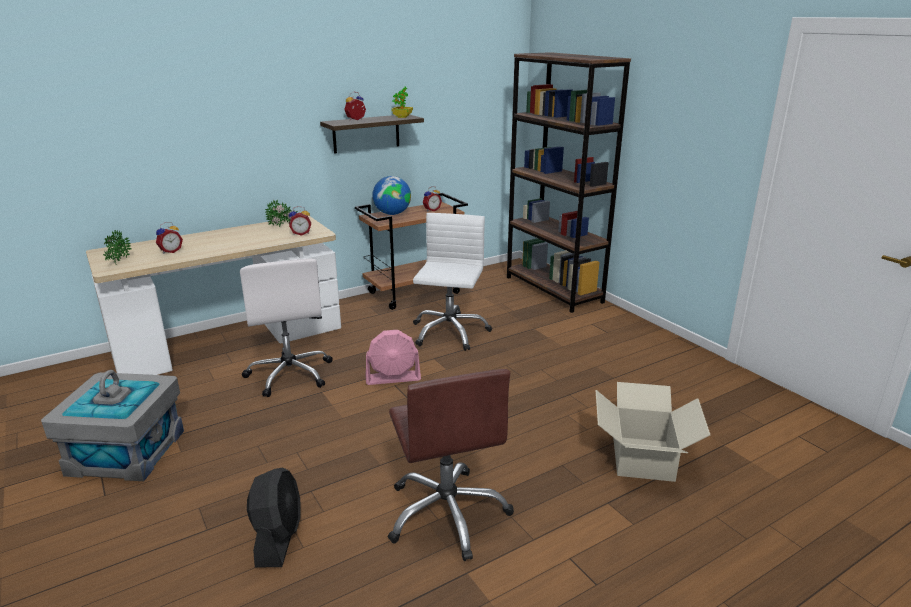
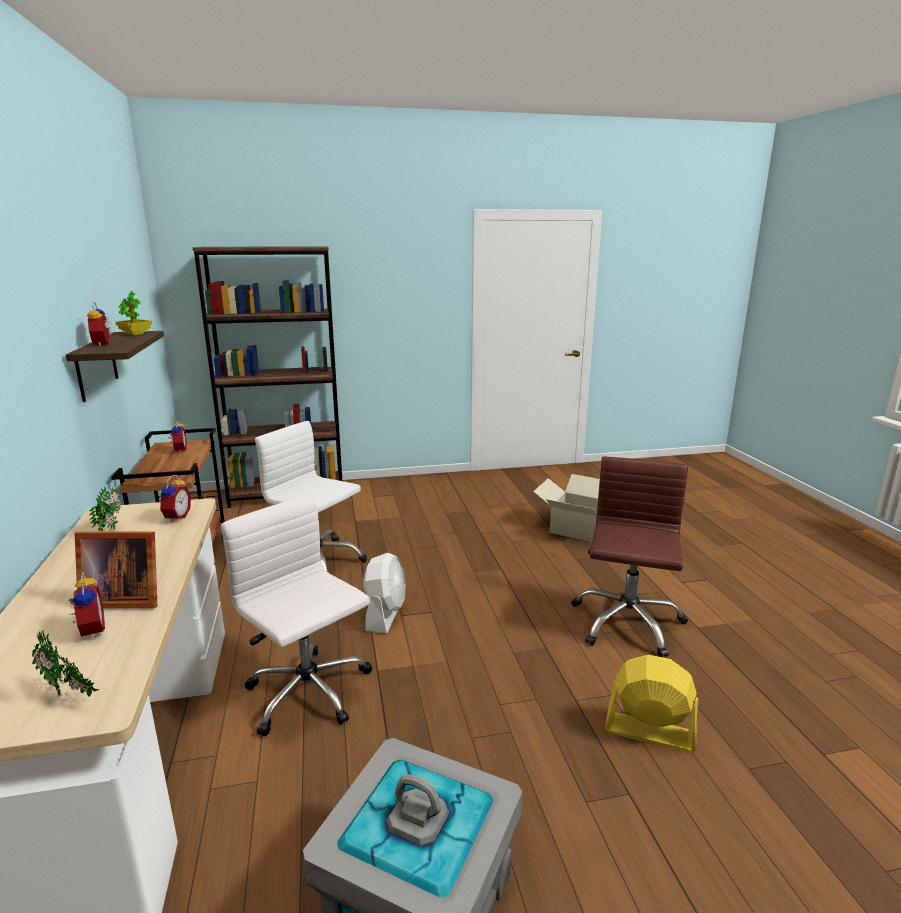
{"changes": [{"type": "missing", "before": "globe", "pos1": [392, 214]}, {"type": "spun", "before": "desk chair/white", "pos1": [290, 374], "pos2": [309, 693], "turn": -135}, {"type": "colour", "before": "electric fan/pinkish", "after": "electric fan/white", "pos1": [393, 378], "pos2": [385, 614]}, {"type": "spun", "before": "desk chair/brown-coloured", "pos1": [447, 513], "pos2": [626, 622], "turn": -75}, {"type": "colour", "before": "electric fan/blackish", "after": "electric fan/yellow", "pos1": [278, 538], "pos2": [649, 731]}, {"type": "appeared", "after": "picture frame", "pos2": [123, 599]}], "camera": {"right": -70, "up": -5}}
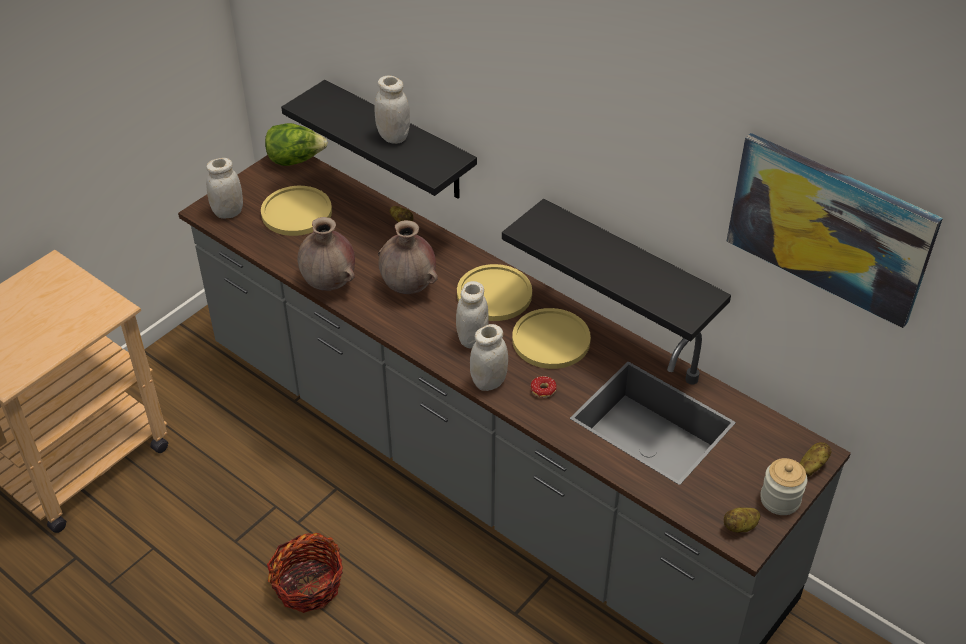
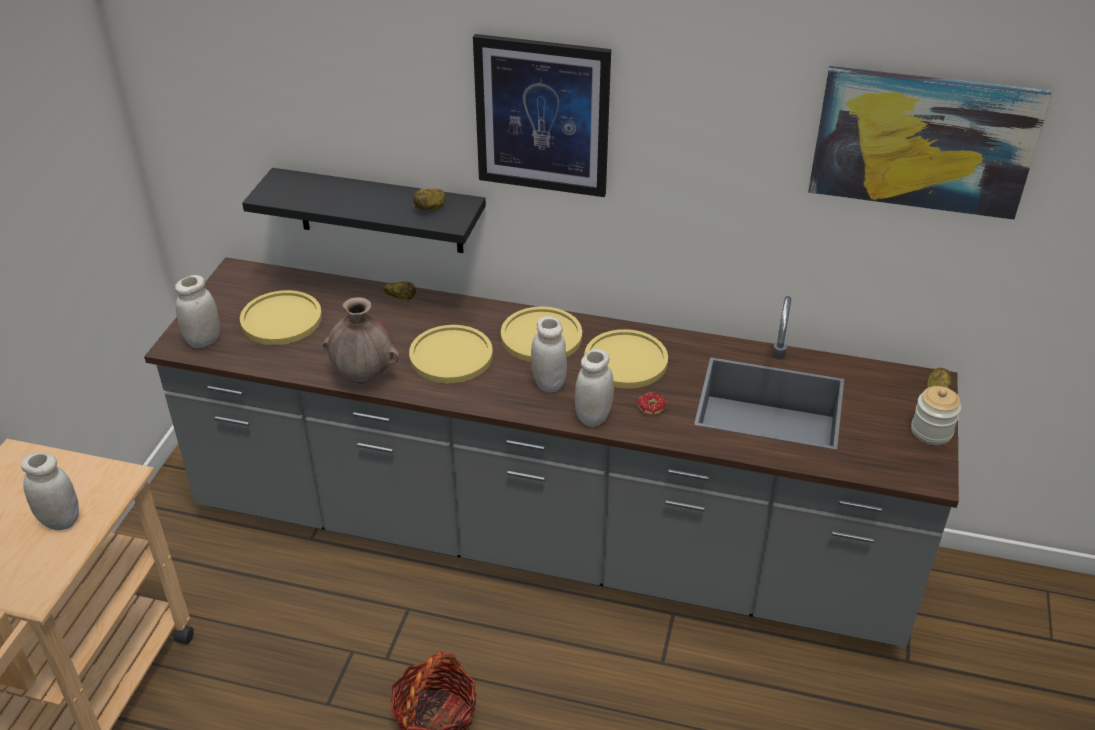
{"changes": [{"type": "relocated", "before": "storage jar/white", "pos1": [393, 137], "pos2": [60, 520]}, {"type": "missing", "before": "lettuce", "pos1": [295, 160]}, {"type": "missing", "before": "shelf/blackish", "pos1": [630, 270]}, {"type": "exchanged", "before": "flower vase/brown-coloured", "after": "plate/yellow", "pos1": [409, 288], "pos2": [451, 356]}, {"type": "relocated", "before": "spud", "pos1": [740, 527], "pos2": [430, 208]}, {"type": "appeared", "after": "picture", "pos2": [542, 116]}], "camera": {"right": -25, "up": -5}}
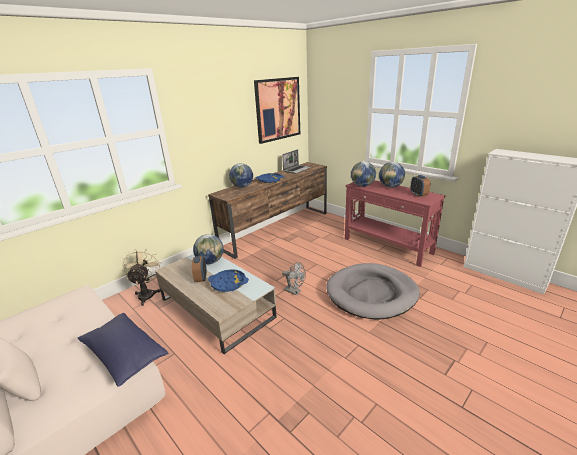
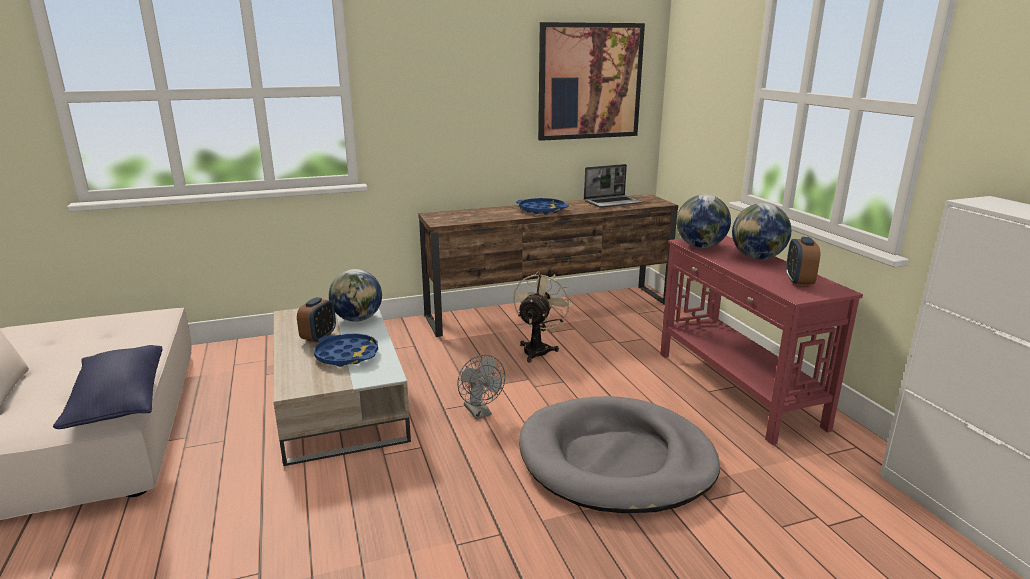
{"changes": [{"type": "missing", "before": "globe", "pos1": [242, 187]}, {"type": "relocated", "before": "electric fan/beige", "pos1": [147, 294], "pos2": [538, 349]}], "camera": {"right": 25, "up": -5}}
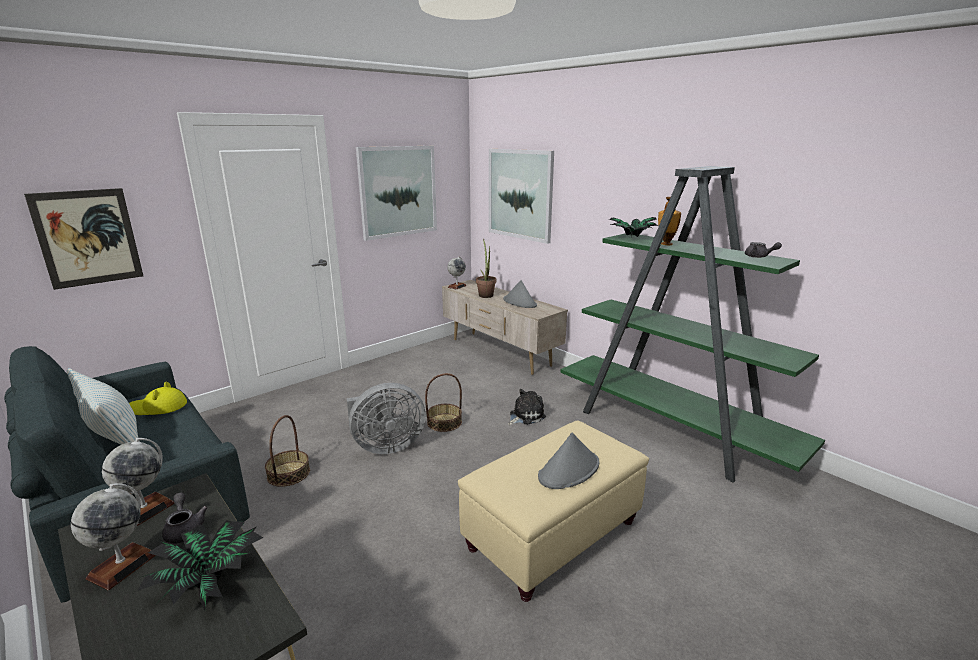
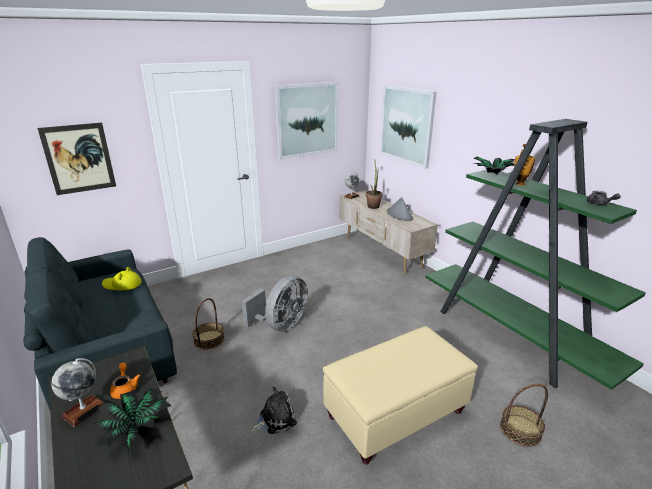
{"changes": [{"type": "missing", "before": "pillow", "pos1": [112, 436]}, {"type": "relocated", "before": "household basket", "pos1": [444, 422], "pos2": [520, 430]}, {"type": "spun", "before": "electric fan/grey", "pos1": [385, 446], "pos2": [281, 325], "turn": -45}, {"type": "relocated", "before": "soft toy", "pos1": [525, 416], "pos2": [275, 418]}, {"type": "missing", "before": "hat/grey", "pos1": [569, 470]}, {"type": "missing", "before": "globe", "pos1": [145, 510]}, {"type": "colour", "before": "teapot/grey", "after": "teapot/orange-coloured", "pos1": [185, 529], "pos2": [125, 388]}], "camera": {"right": 10, "up": 5}}
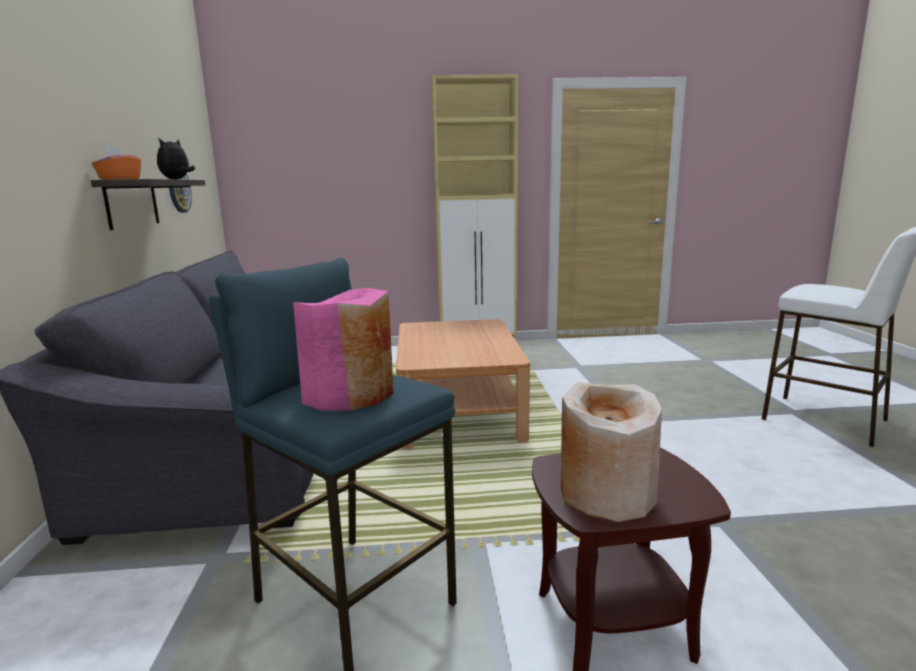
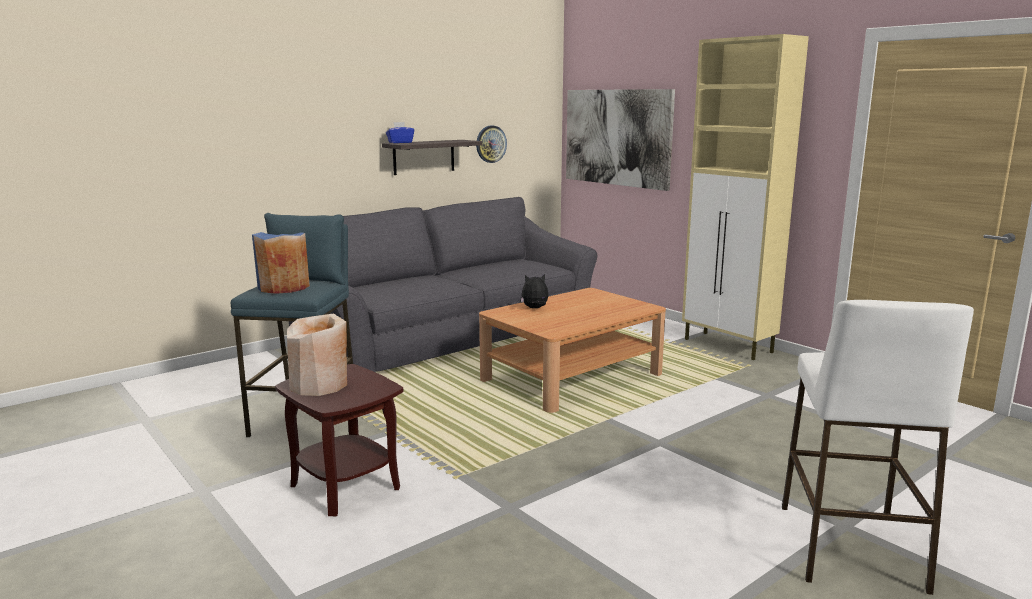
{"changes": [{"type": "relocated", "before": "soft toy", "pos1": [177, 179], "pos2": [535, 308]}, {"type": "colour", "before": "box of tissues/orange-coloured", "after": "box of tissues/blue-coloured", "pos1": [119, 179], "pos2": [400, 142]}, {"type": "colour", "before": "flower vase/pinkish", "after": "flower vase/blue-coloured", "pos1": [349, 394], "pos2": [283, 287]}, {"type": "appeared", "after": "picture", "pos2": [617, 137]}], "camera": {"right": 55, "up": 0}}
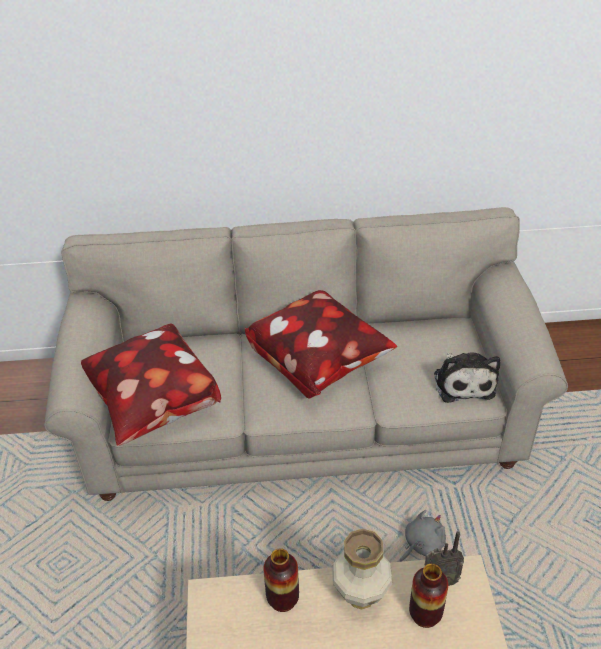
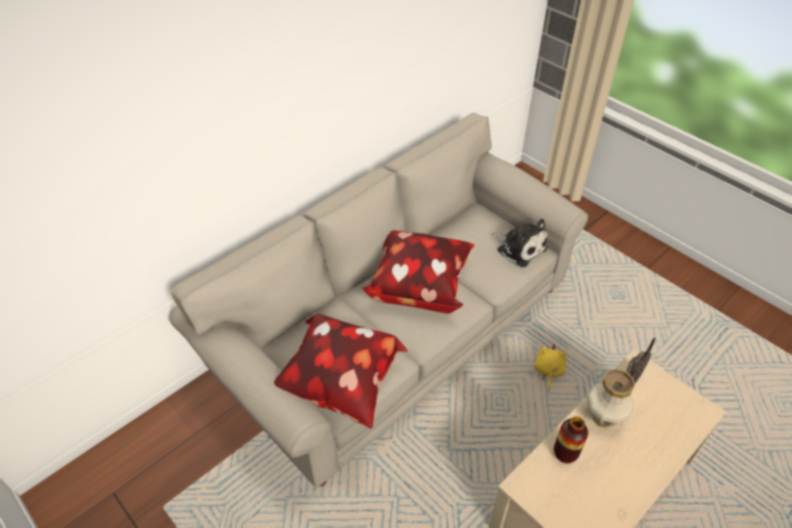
{"changes": [{"type": "colour", "before": "soft toy/grey", "after": "soft toy/yellow", "pos1": [421, 545], "pos2": [548, 371]}, {"type": "missing", "before": "flower vase", "pos1": [425, 614]}], "camera": {"right": -40, "up": 5}}
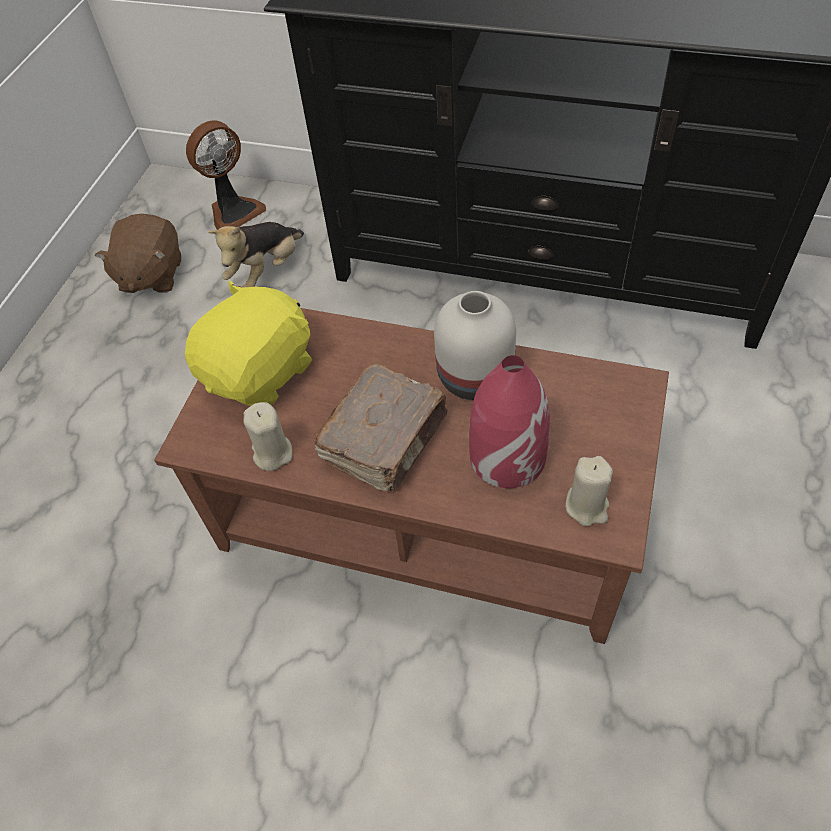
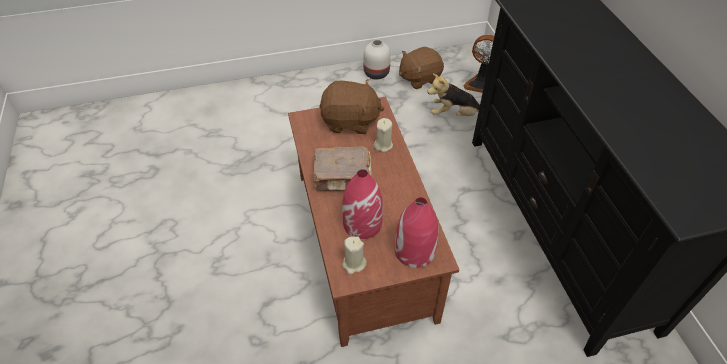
{"changes": [{"type": "colour", "before": "soft toy/yellow", "after": "soft toy/brown-coloured", "pos1": [261, 372], "pos2": [350, 121]}, {"type": "relocated", "before": "flower vase/white", "pos1": [472, 376], "pos2": [376, 73]}, {"type": "relocated", "before": "wax light/beige", "pos1": [272, 453], "pos2": [383, 145]}, {"type": "appeared", "after": "flower vase/red-coloured", "pos2": [414, 251]}], "camera": {"right": 55, "up": -5}}
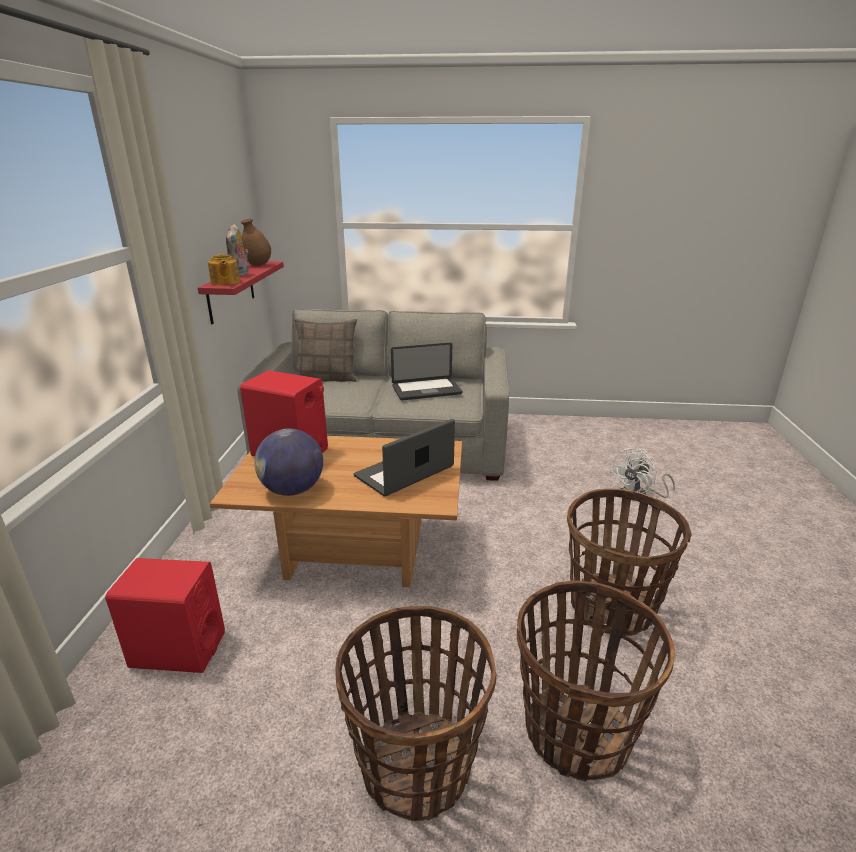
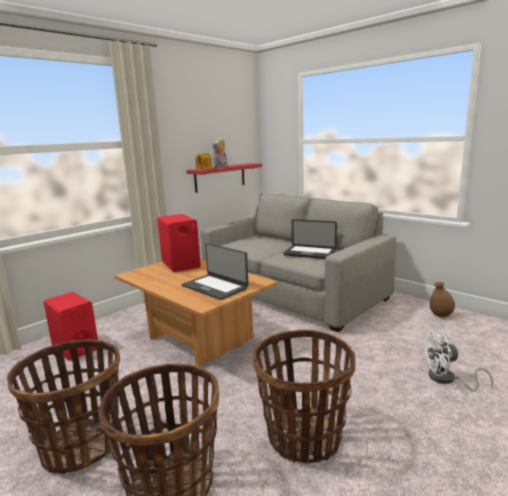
{"changes": [{"type": "relocated", "before": "flower vase/brown-coloured", "pos1": [258, 265], "pos2": [440, 315]}, {"type": "missing", "before": "pillow", "pos1": [327, 378]}, {"type": "spun", "before": "portable computer", "pos1": [405, 472], "pos2": [215, 287], "turn": -135}, {"type": "missing", "before": "globe", "pos1": [292, 490]}], "camera": {"right": 40, "up": -10}}
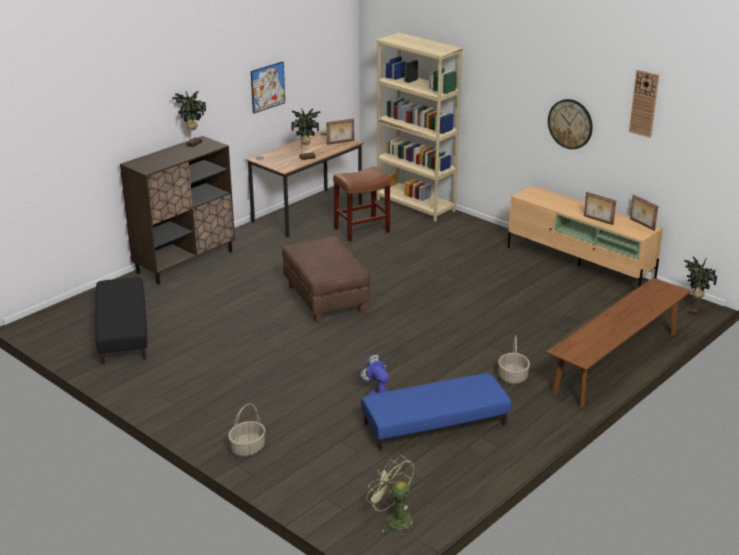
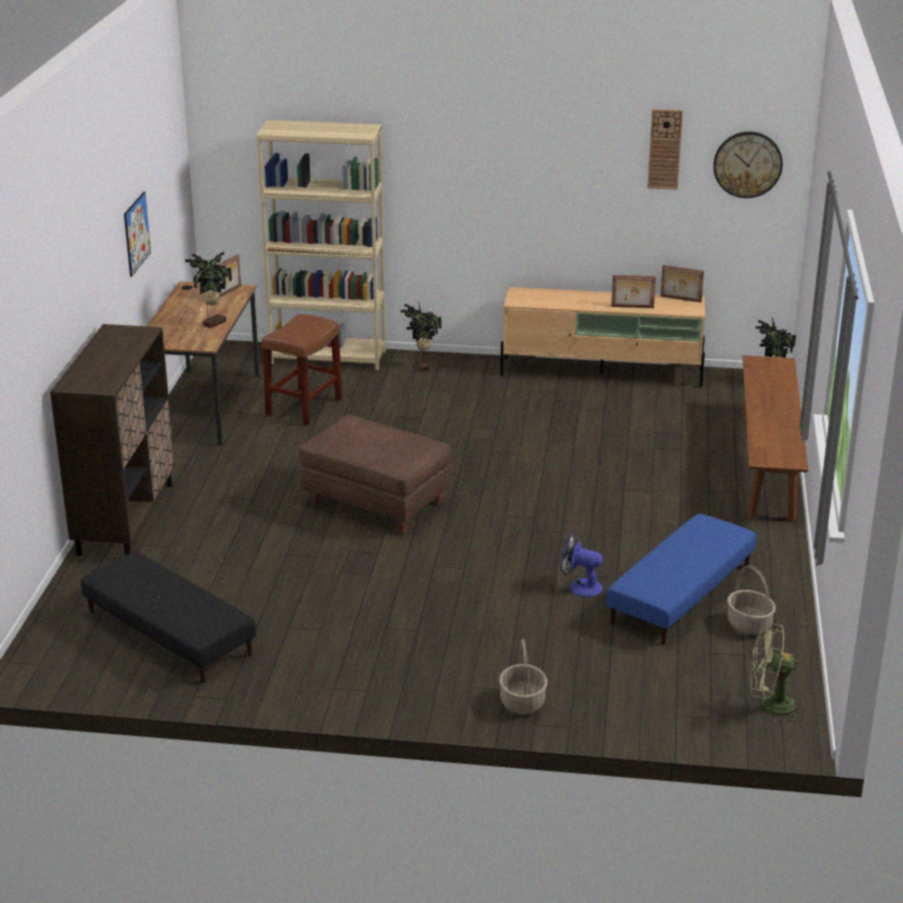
{"changes": [{"type": "relocated", "before": "houseplant", "pos1": [193, 144], "pos2": [421, 367]}, {"type": "relocated", "before": "clock on the wall", "pos1": [570, 124], "pos2": [747, 164]}, {"type": "relocated", "before": "household basket", "pos1": [513, 377], "pos2": [749, 624]}], "camera": {"right": -35, "up": 0}}
